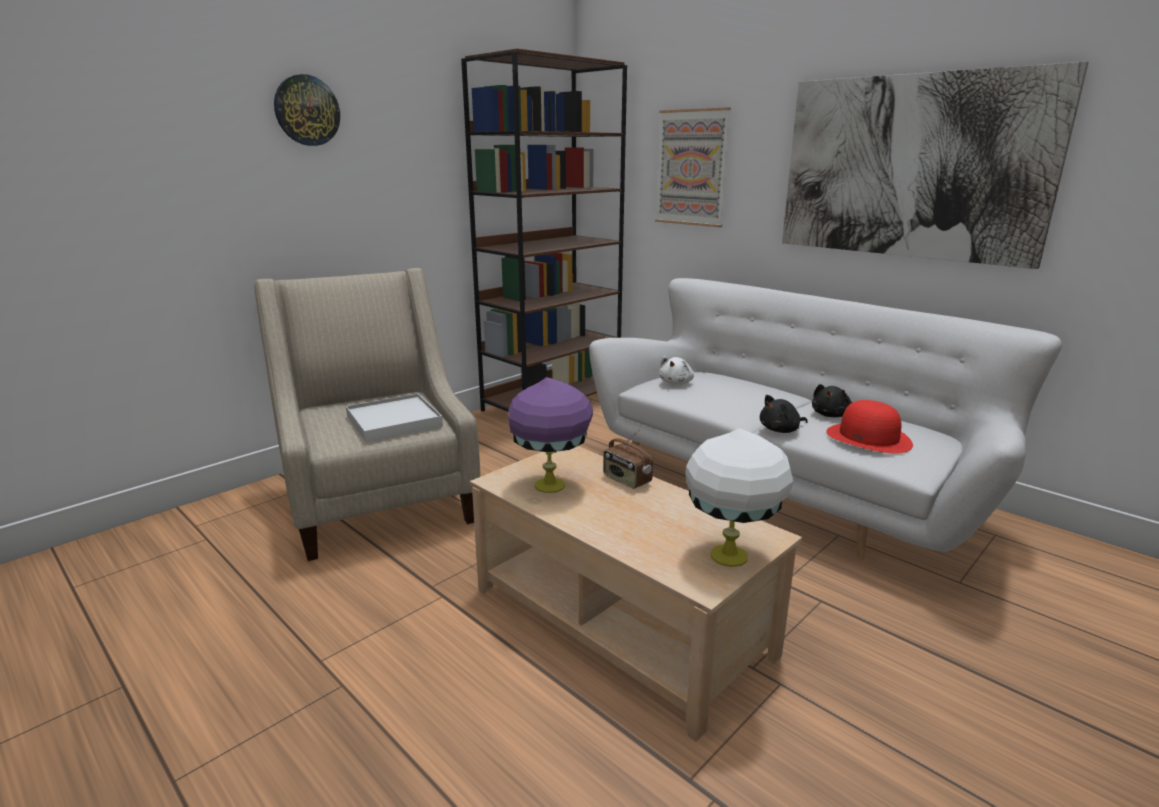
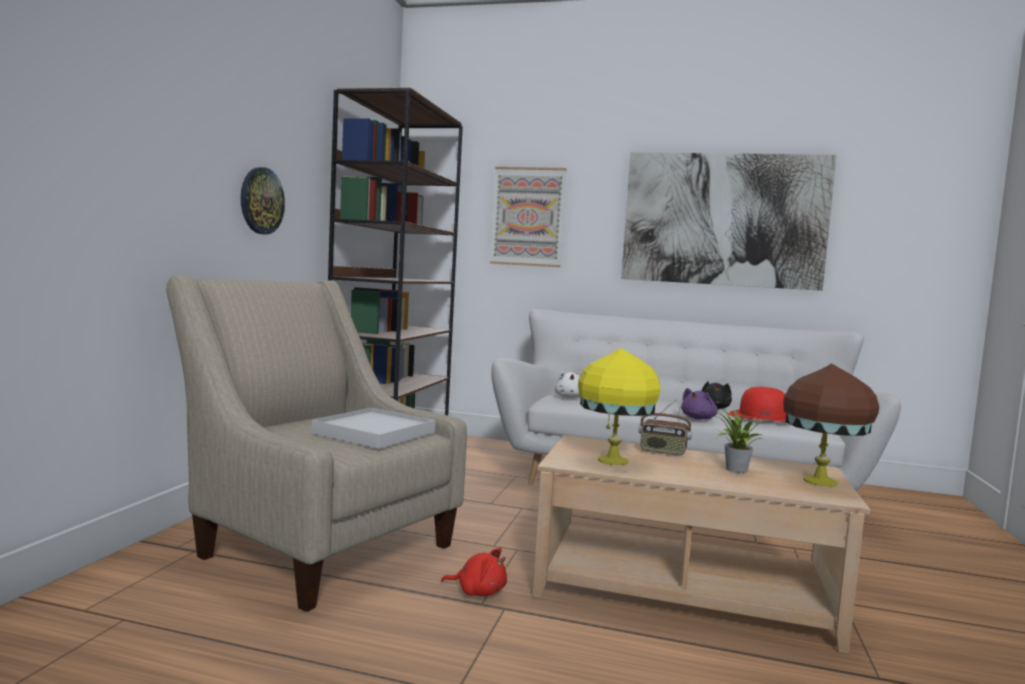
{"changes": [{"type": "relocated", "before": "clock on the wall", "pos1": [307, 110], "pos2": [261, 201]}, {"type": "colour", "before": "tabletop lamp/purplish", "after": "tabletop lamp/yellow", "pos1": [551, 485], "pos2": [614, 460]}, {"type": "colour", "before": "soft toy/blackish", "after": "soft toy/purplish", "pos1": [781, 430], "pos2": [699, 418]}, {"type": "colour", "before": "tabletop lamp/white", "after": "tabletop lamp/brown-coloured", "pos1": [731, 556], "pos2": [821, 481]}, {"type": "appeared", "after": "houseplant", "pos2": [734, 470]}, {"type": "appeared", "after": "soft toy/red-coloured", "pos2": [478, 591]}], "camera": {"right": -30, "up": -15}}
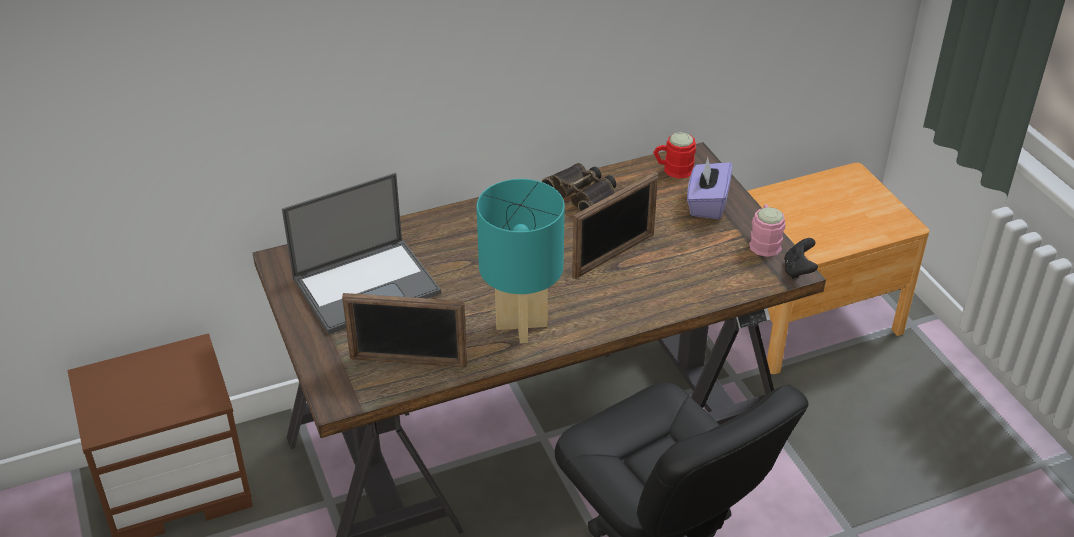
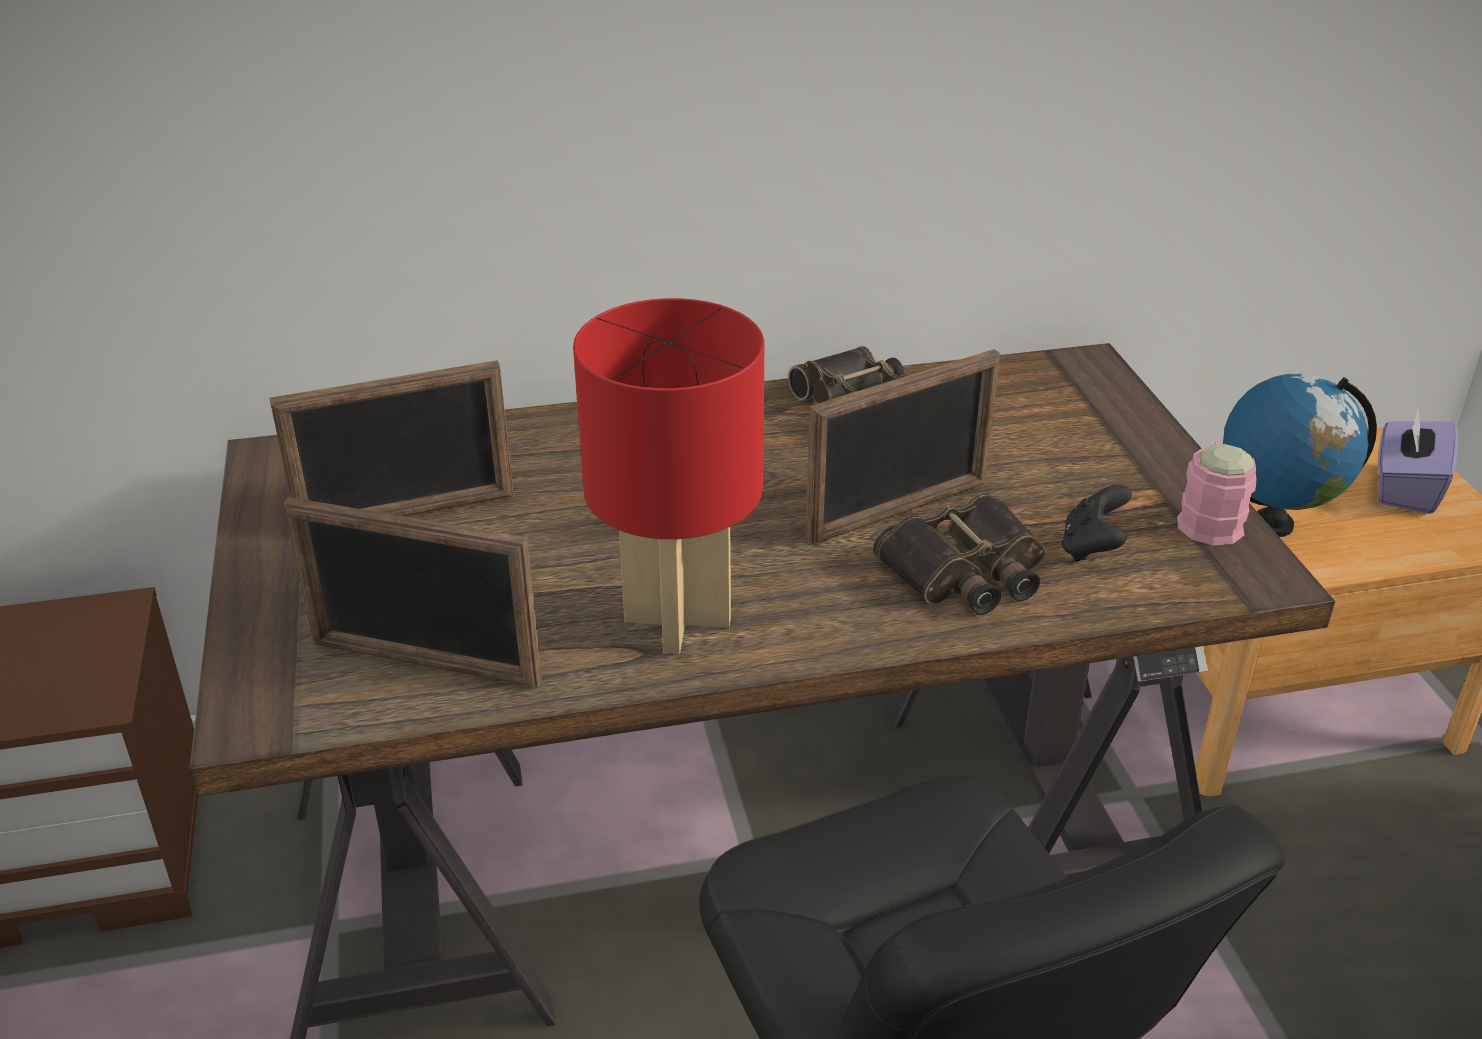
{"changes": [{"type": "missing", "before": "coffee mug/red-coloured", "pos1": [673, 170]}, {"type": "relocated", "before": "box of tissues/purplish", "pos1": [707, 204], "pos2": [1405, 488]}, {"type": "exchanged", "before": "portable computer", "after": "picture frame", "pos1": [367, 285], "pos2": [407, 514]}, {"type": "colour", "before": "tabletop lamp/turquoise-coloured", "after": "tabletop lamp/red-coloured", "pos1": [520, 326], "pos2": [675, 620]}, {"type": "relocated", "before": "gamepad/blackish", "pos1": [798, 270], "pos2": [1092, 548]}, {"type": "appeared", "after": "globe", "pos2": [1273, 523]}, {"type": "appeared", "after": "field glasses", "pos2": [967, 572]}], "camera": {"right": 10, "up": -5}}
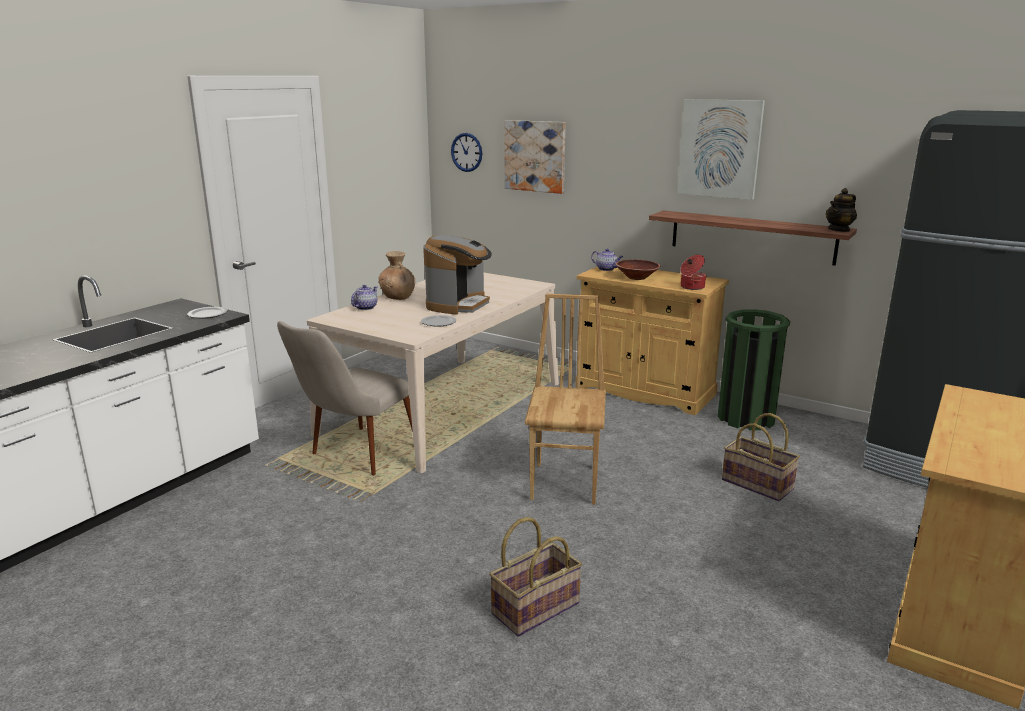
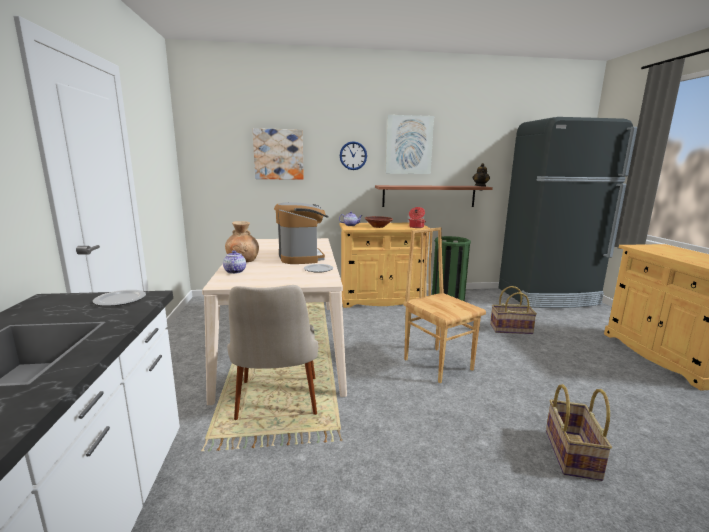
{"changes": [{"type": "relocated", "before": "clock on the wall", "pos1": [466, 152], "pos2": [353, 155]}], "camera": {"right": -40, "up": -5}}
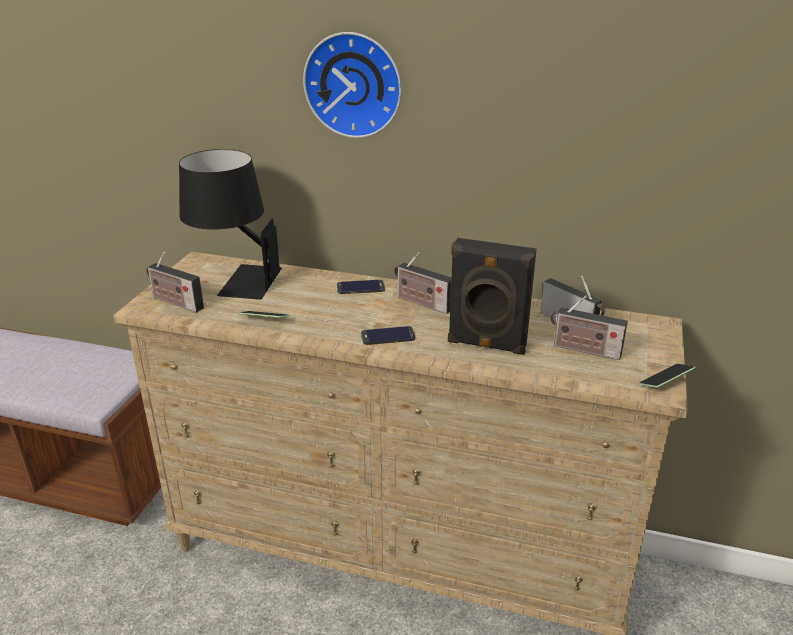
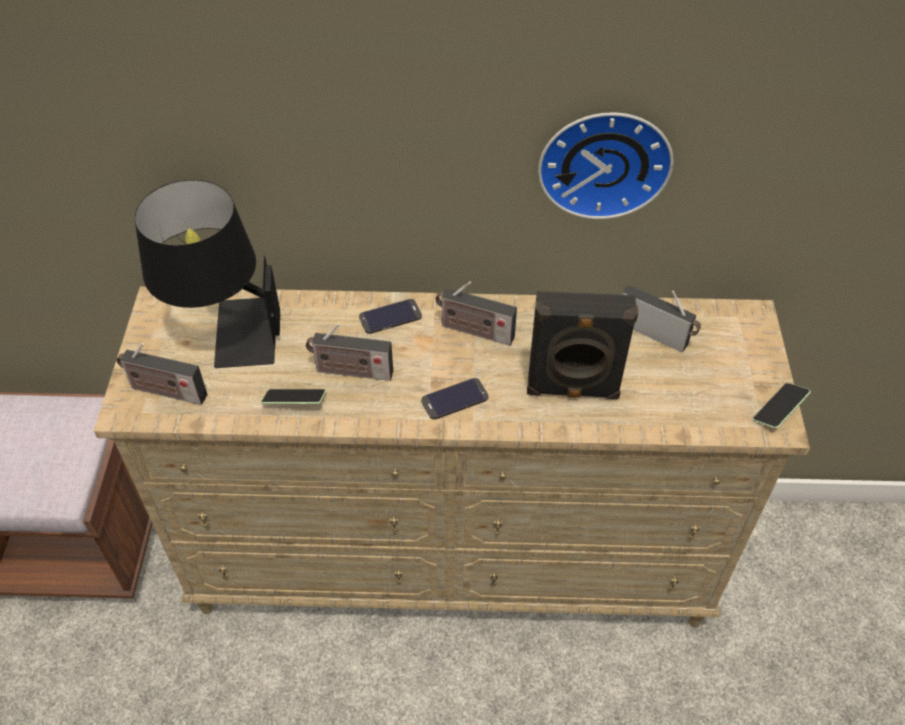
{"changes": [{"type": "relocated", "before": "clock on the wall", "pos1": [354, 84], "pos2": [604, 161]}, {"type": "relocated", "before": "radio receiver", "pos1": [583, 350], "pos2": [350, 371]}], "camera": {"right": -15, "up": 20}}
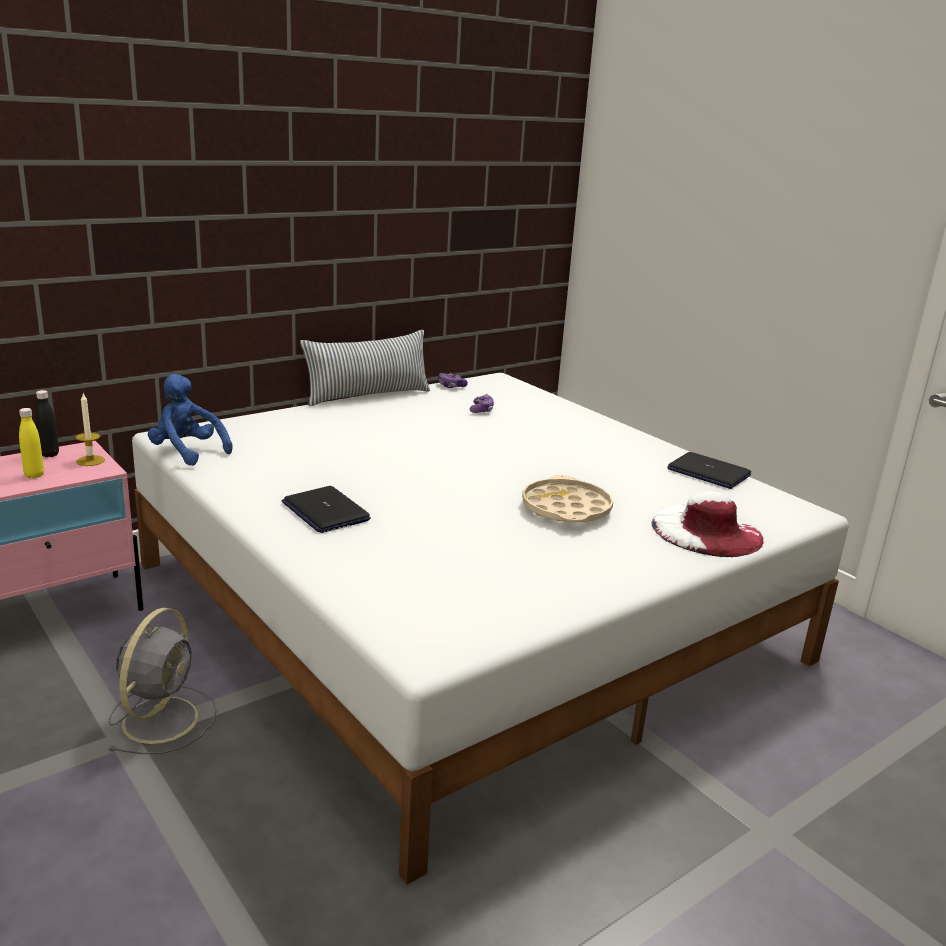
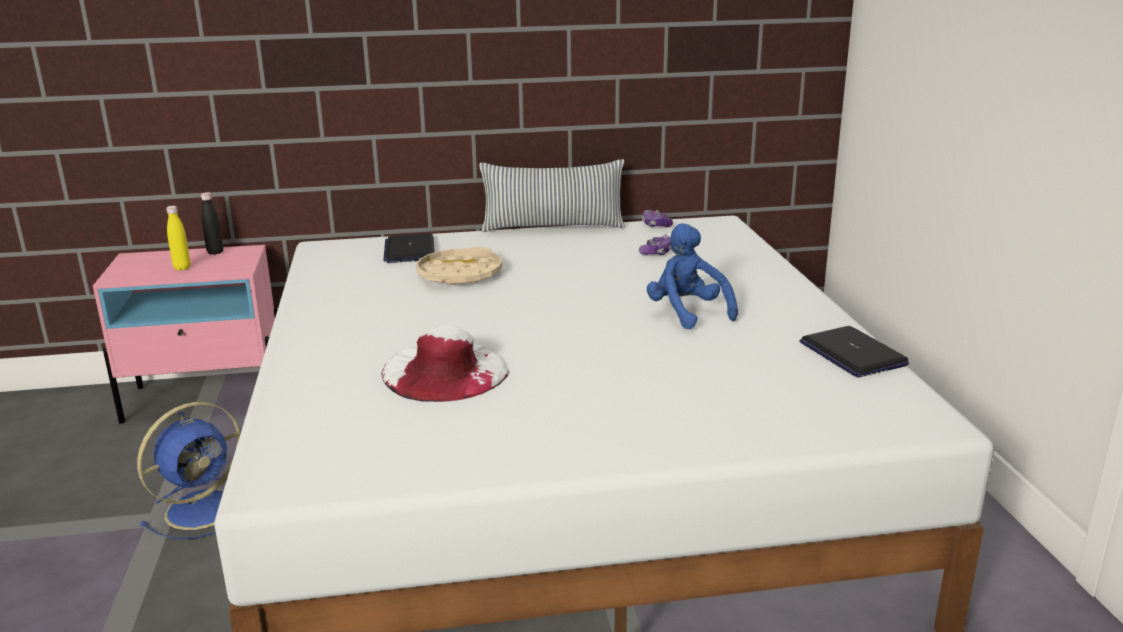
{"changes": [{"type": "relocated", "before": "soft toy/blue-coloured", "pos1": [187, 452], "pos2": [687, 313]}, {"type": "missing", "before": "wax light", "pos1": [90, 460]}, {"type": "relocated", "before": "carrying tray/beige", "pos1": [566, 509], "pos2": [459, 274]}, {"type": "relocated", "before": "portable computer", "pos1": [325, 511], "pos2": [409, 250]}, {"type": "relocated", "before": "hat/white", "pos1": [707, 530], "pos2": [445, 371]}, {"type": "colour", "before": "electric fan/grey", "after": "electric fan/blue-coloured", "pos1": [162, 718], "pos2": [205, 508]}], "camera": {"right": 30, "up": 0}}
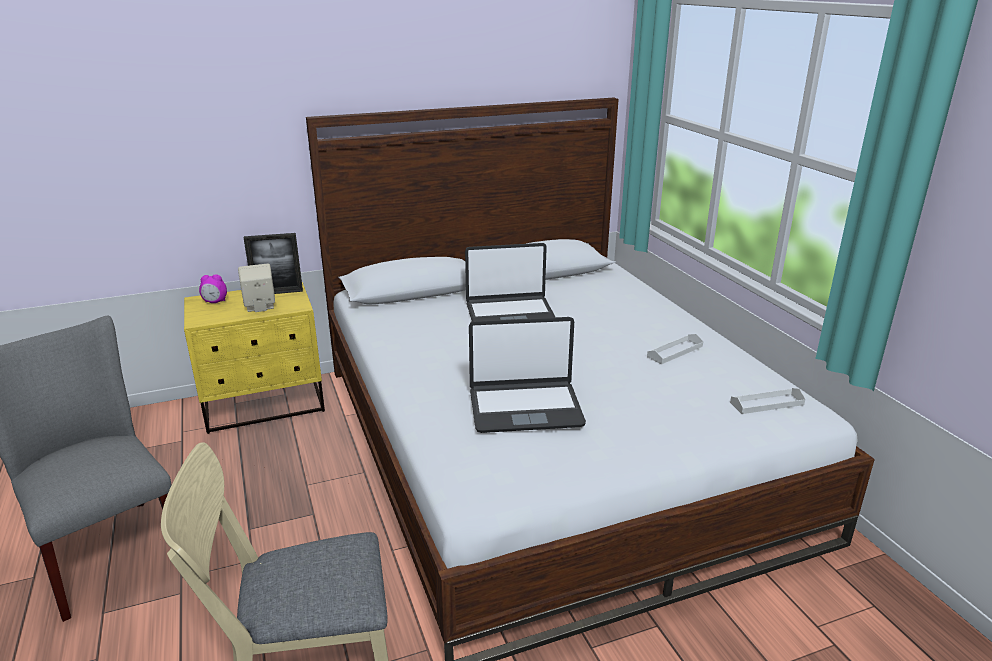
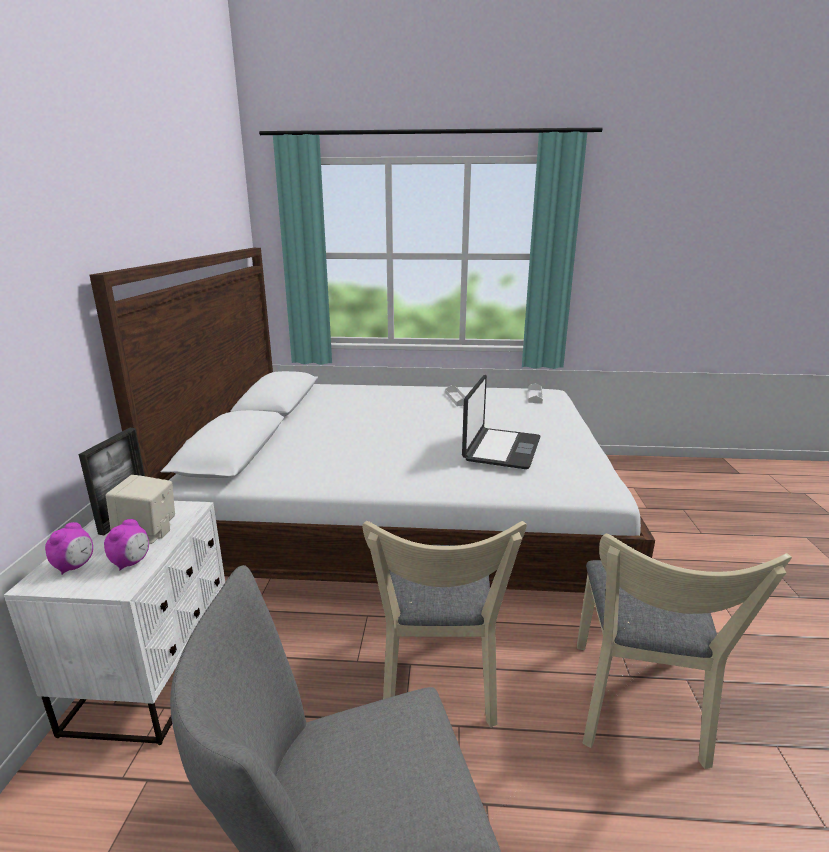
{"changes": [{"type": "missing", "before": "portable computer", "pos1": [510, 314]}, {"type": "colour", "before": "nightstand/yellow", "after": "nightstand/white", "pos1": [265, 405], "pos2": [155, 672]}, {"type": "appeared", "after": "alarm clock", "pos2": [131, 562]}, {"type": "appeared", "after": "plain chair/beige", "pos2": [437, 682]}], "camera": {"right": -65, "up": -5}}
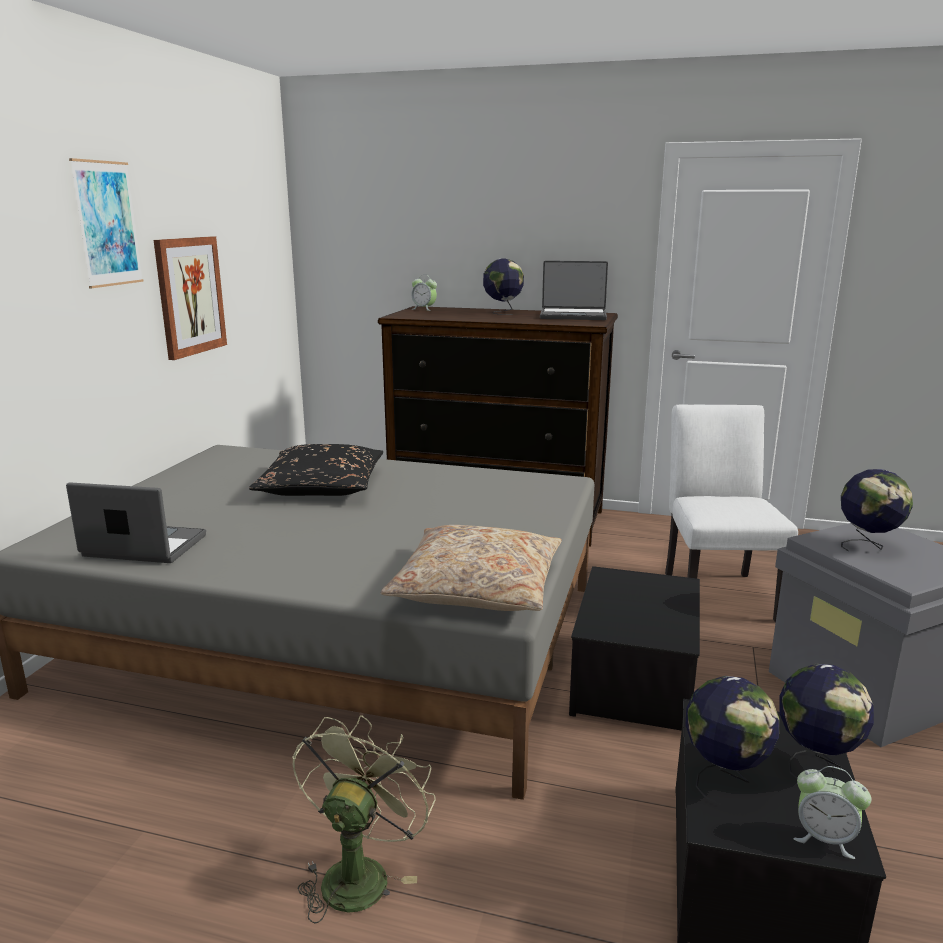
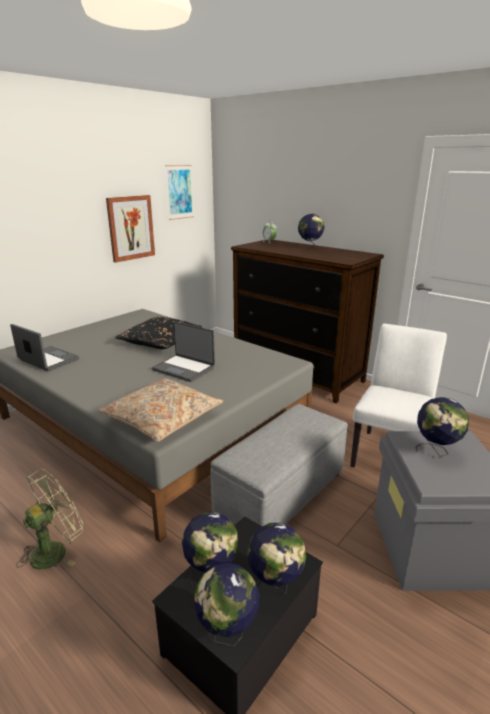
{"changes": [{"type": "relocated", "before": "picture", "pos1": [107, 224], "pos2": [179, 192]}, {"type": "relocated", "before": "portable computer", "pos1": [573, 316], "pos2": [184, 368]}, {"type": "exchanged", "before": "storage container", "after": "footrest/grey", "pos1": [632, 680], "pos2": [282, 493]}, {"type": "exchanged", "before": "alarm clock", "after": "globe", "pos1": [824, 838], "pos2": [227, 632]}], "camera": {"right": 25, "up": 5}}
